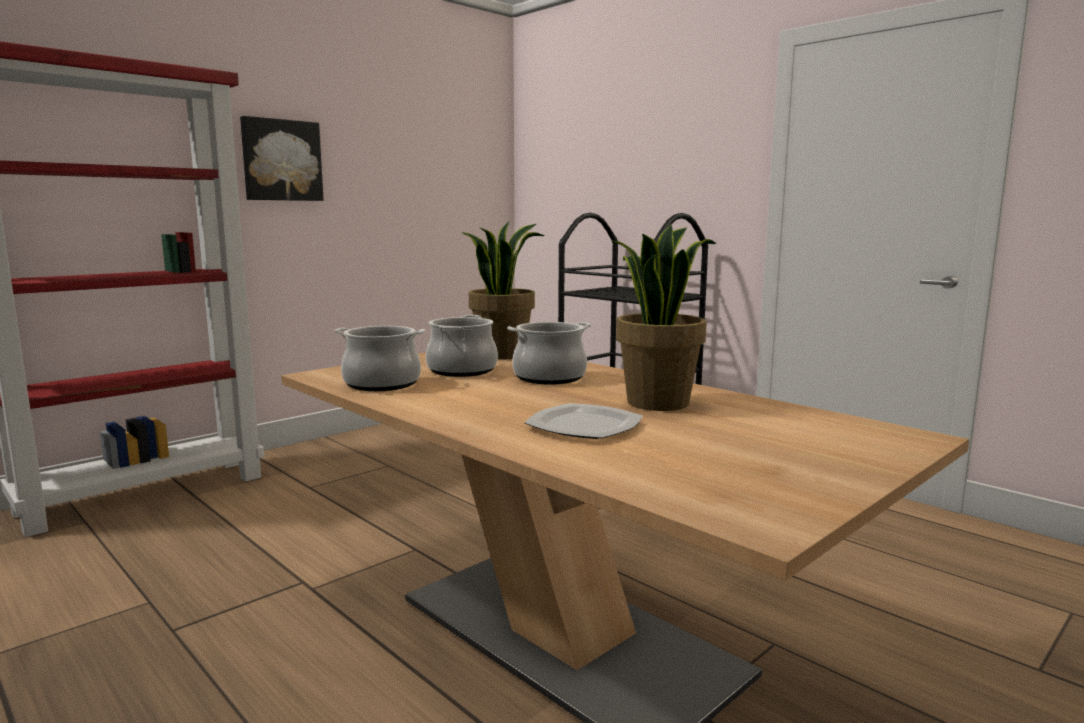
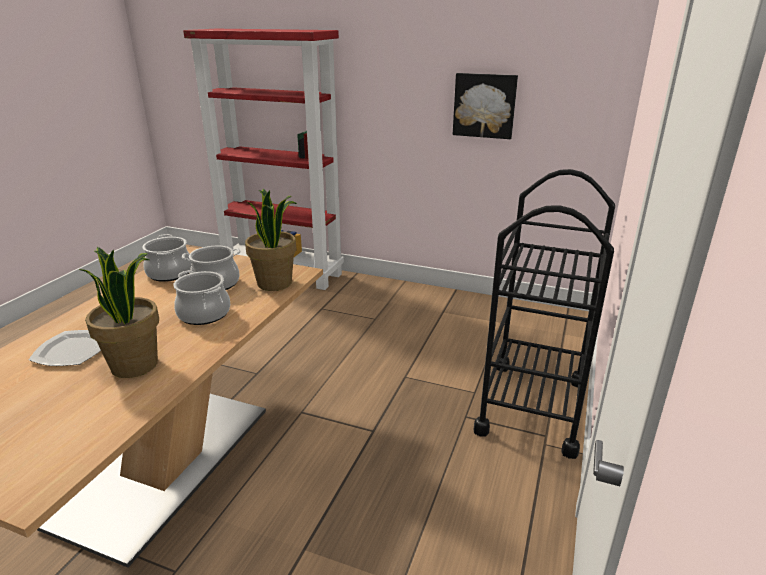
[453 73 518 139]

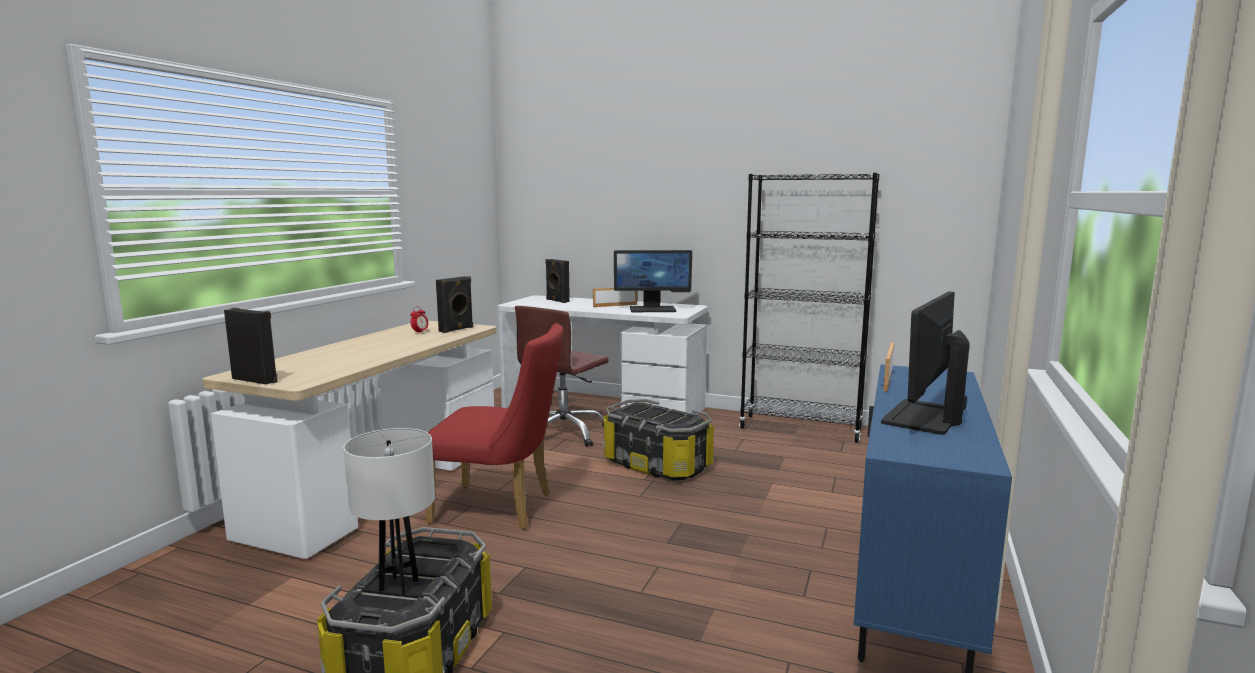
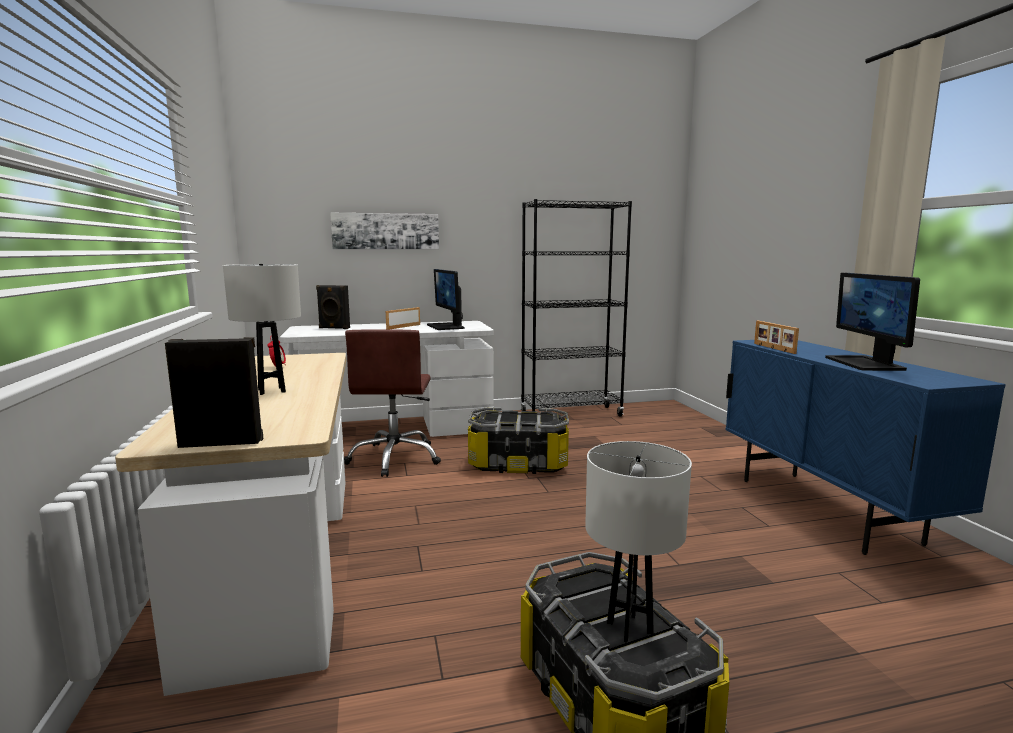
[426 323 563 530] (first image)
[436 276 473 333] (first image)
[427 269 465 330]
[223 264 301 395]
[330 213 439 249]

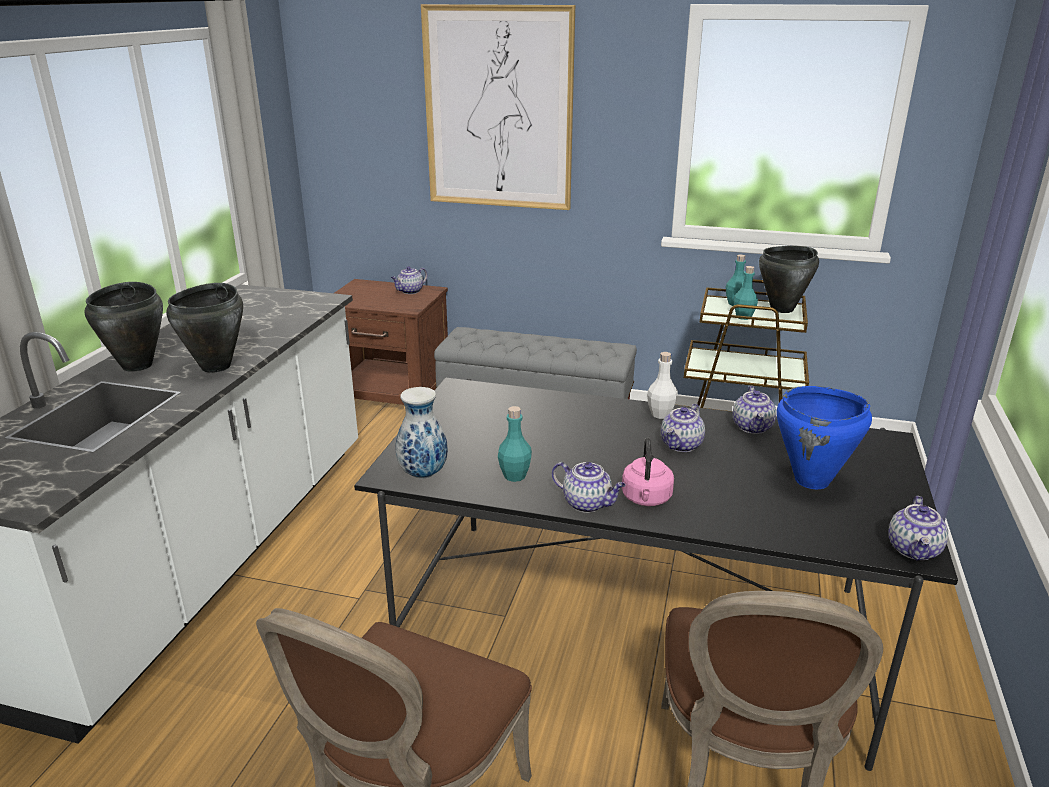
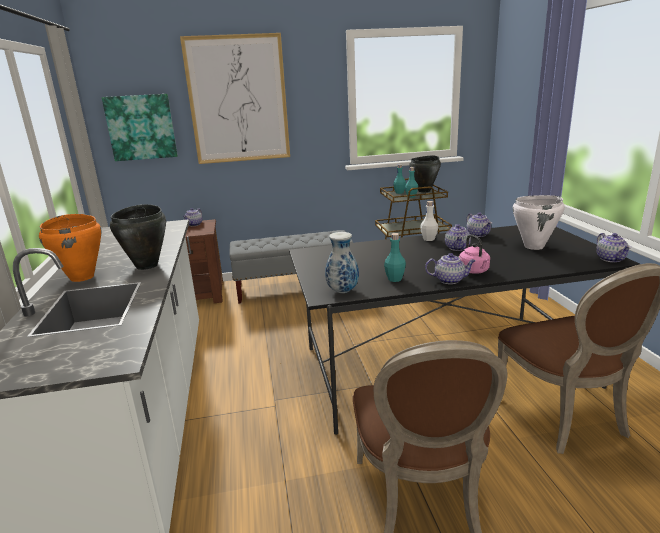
[39 214 101 282]
[513 195 565 250]
[102 94 178 161]

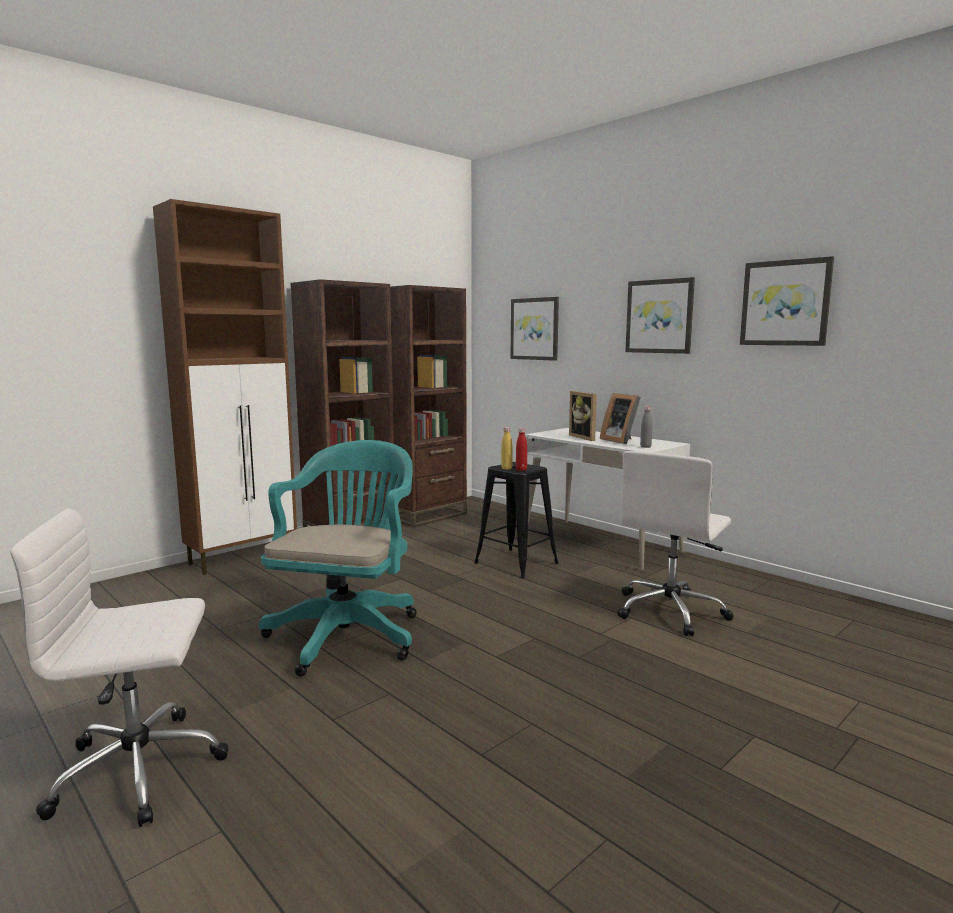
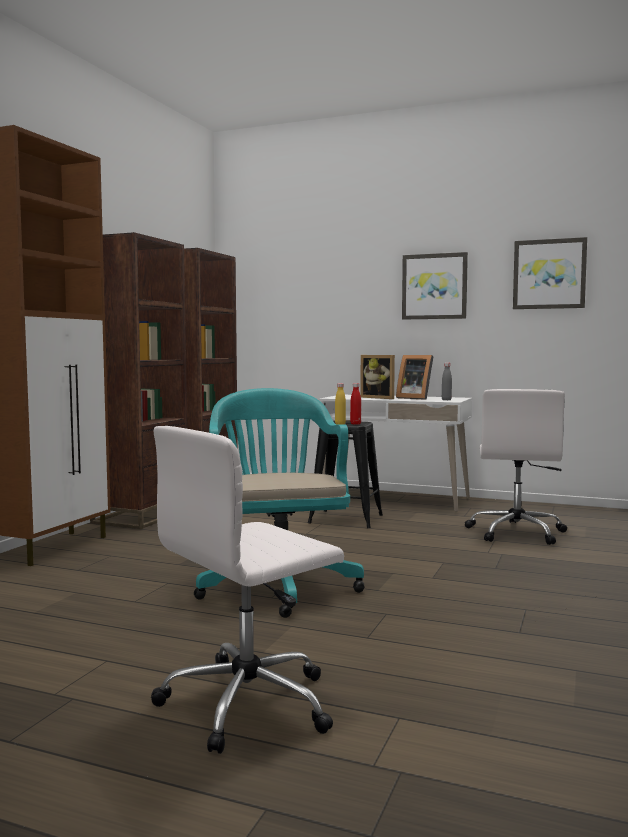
[511 297 559 361] (first image)

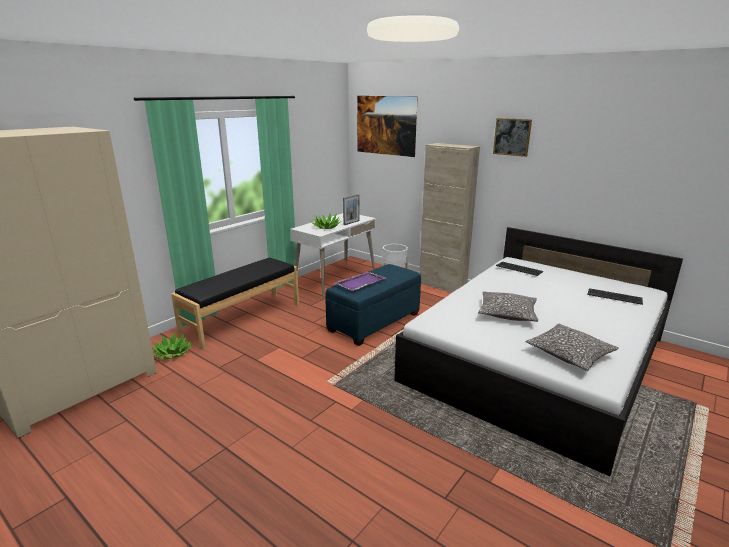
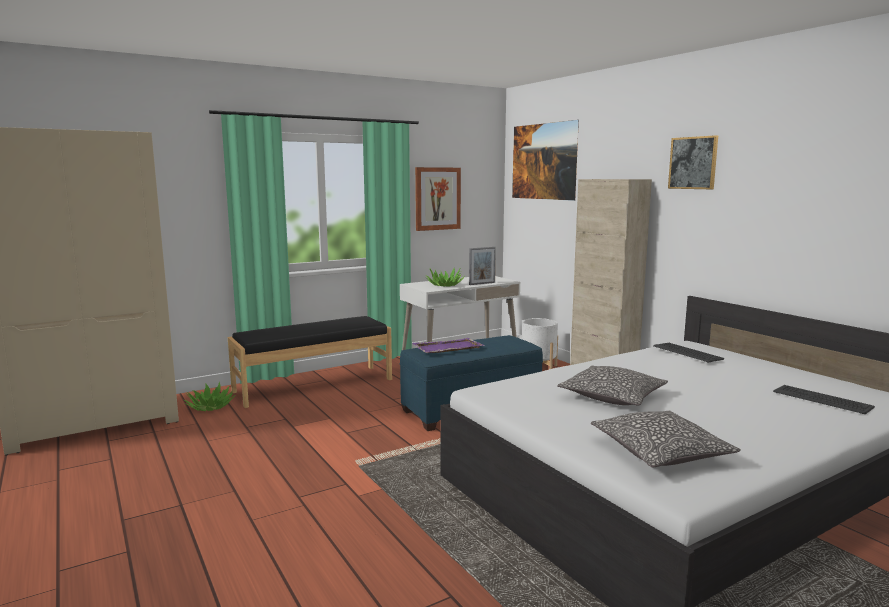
[415 167 461 231]

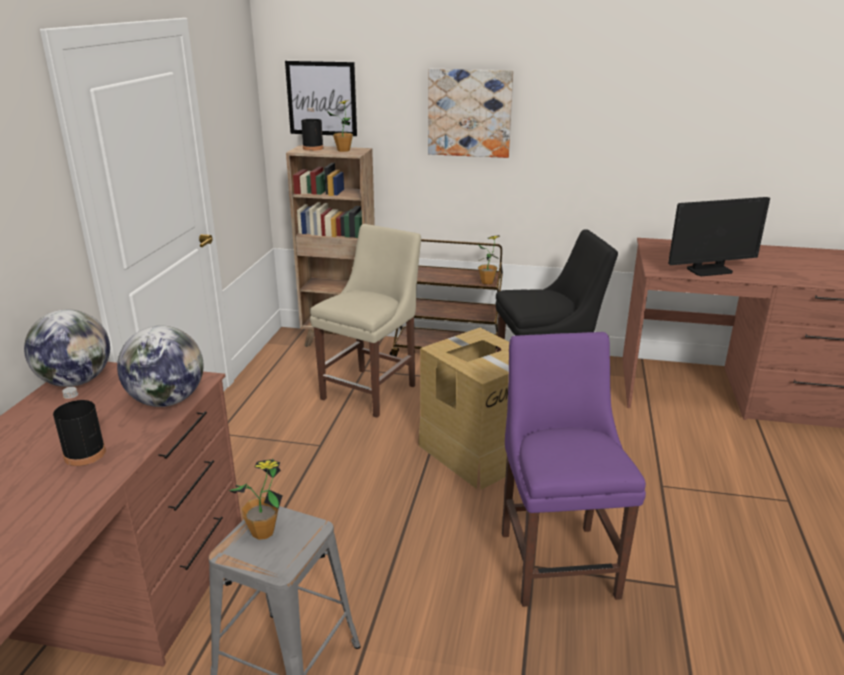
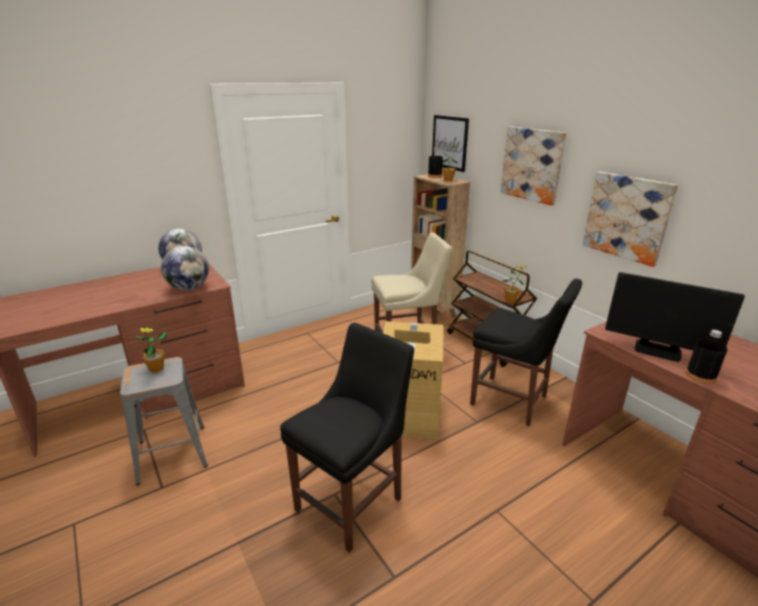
[685 330 728 384]
[280 323 414 553]
[583 172 678 267]

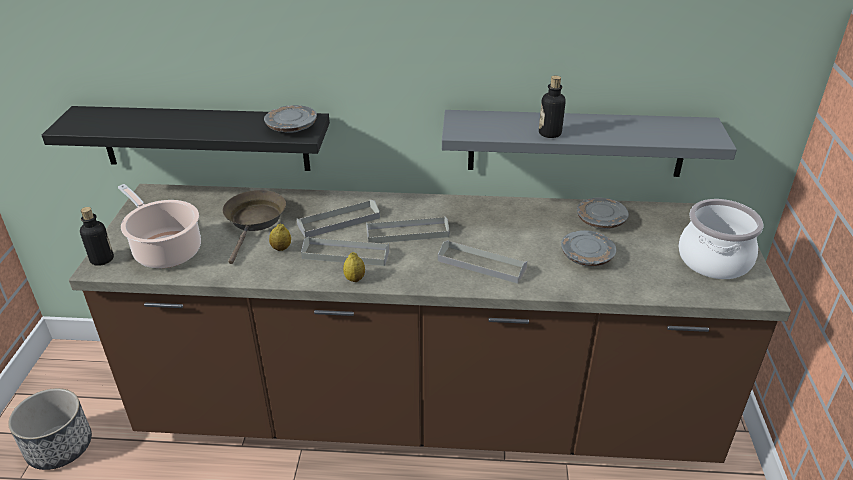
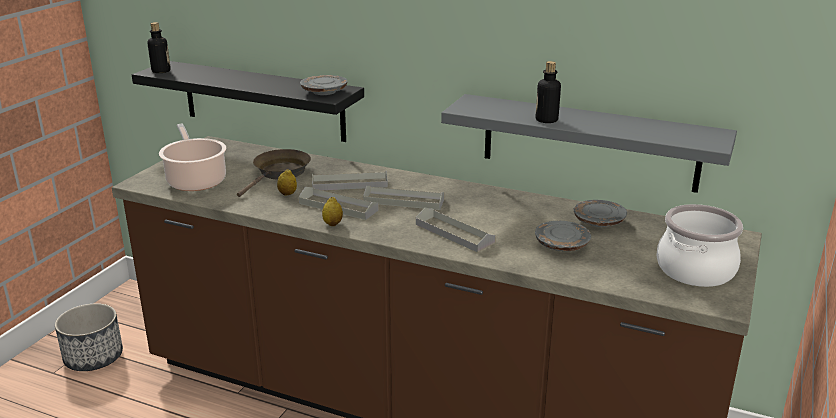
[147 22 171 73]

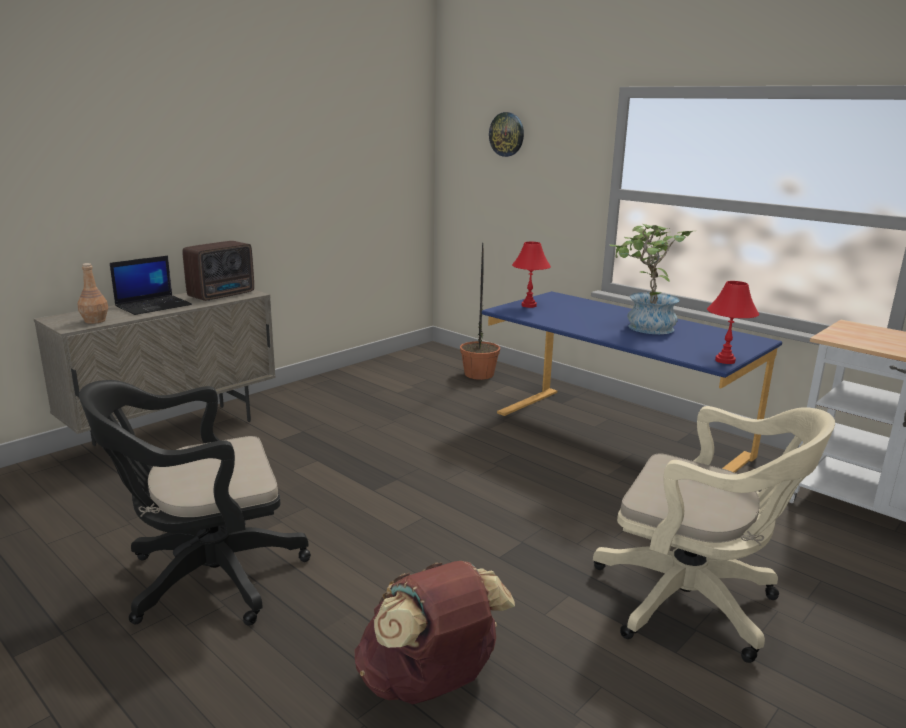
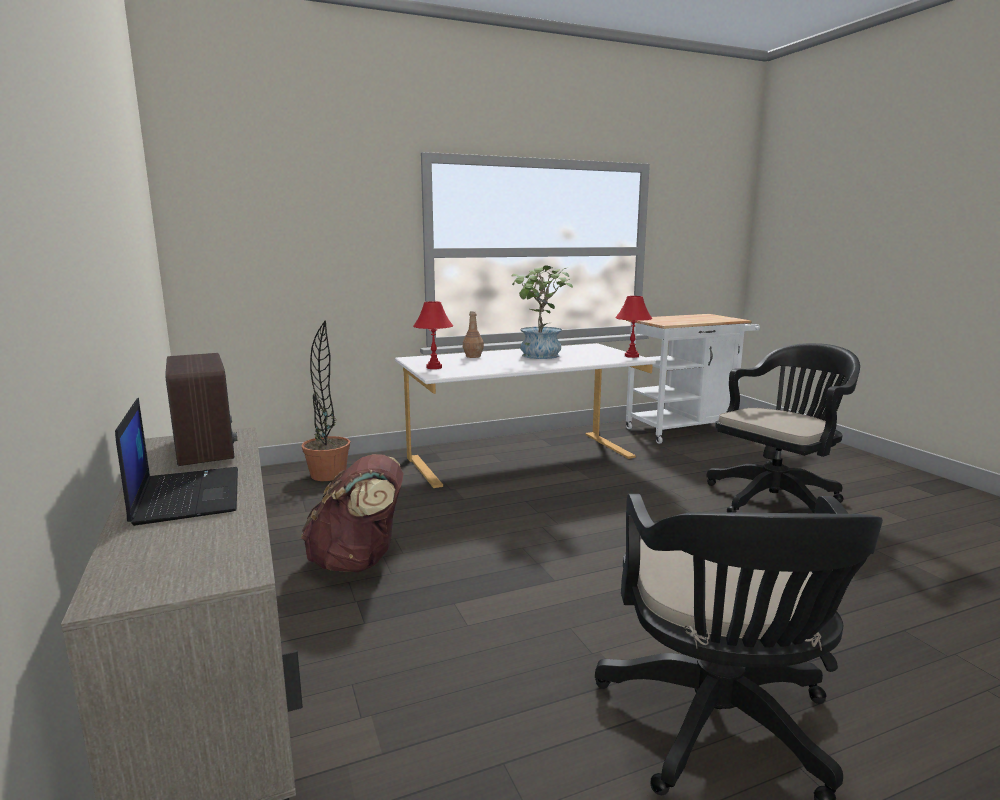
[463 311 484 358]
[301 454 403 572]
[395 343 656 488]
[489 112 524 157] (first image)
[706 343 860 513]

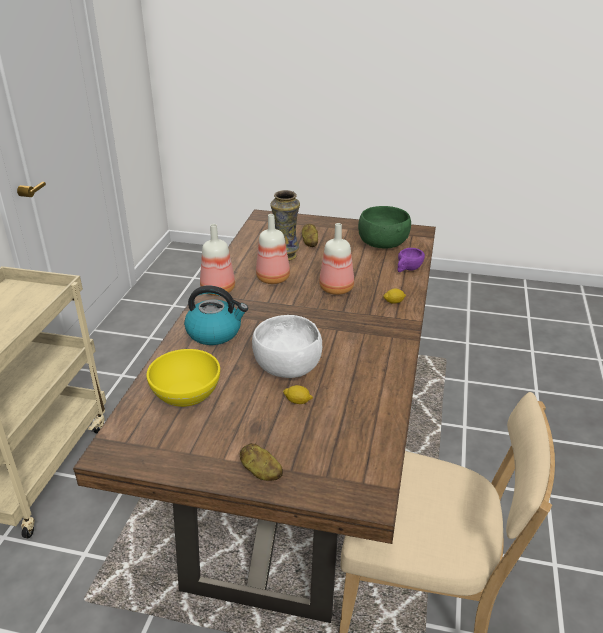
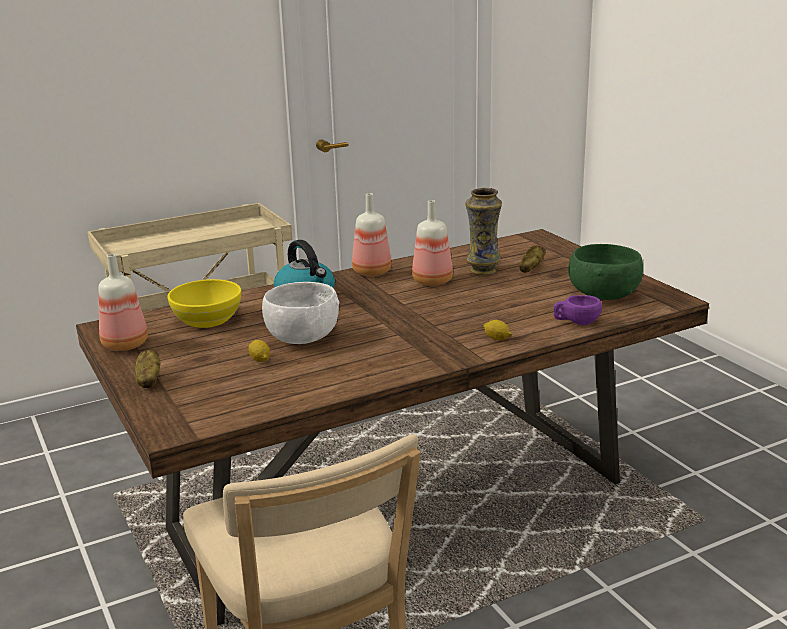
[98 254 148 351]

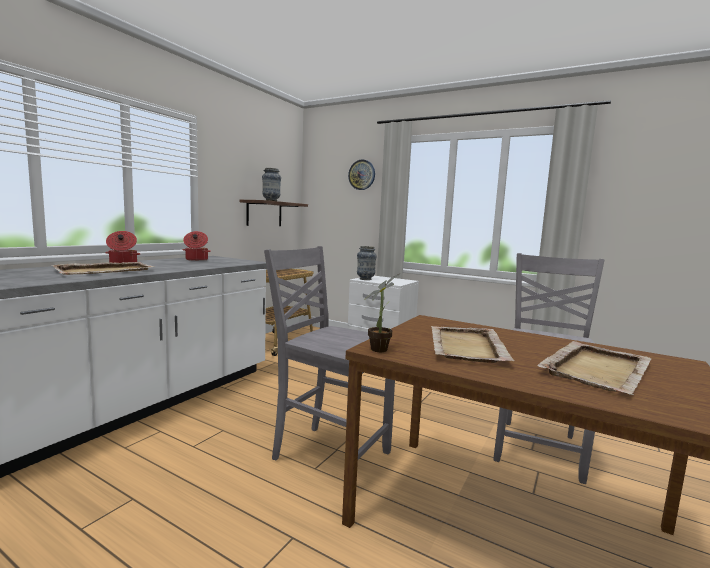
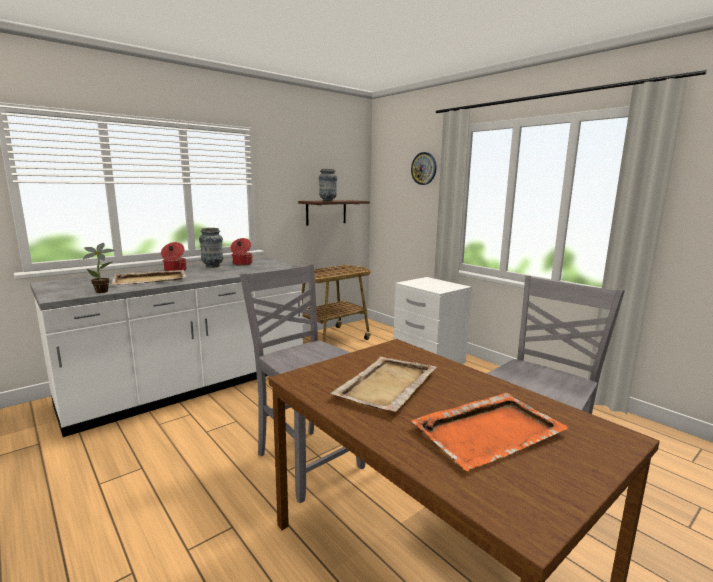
[199 228 223 268]
[83 243 115 293]
[411 393 569 471]

